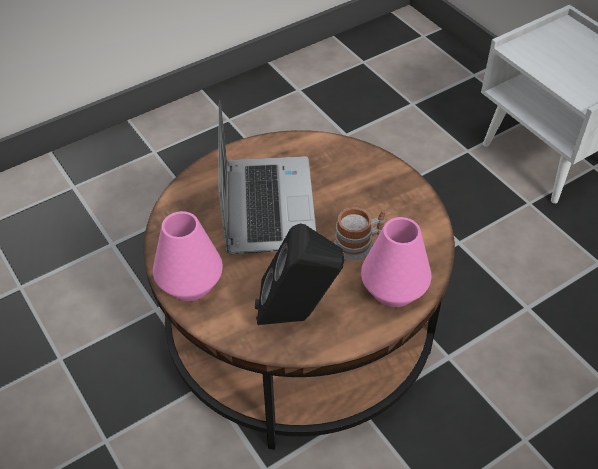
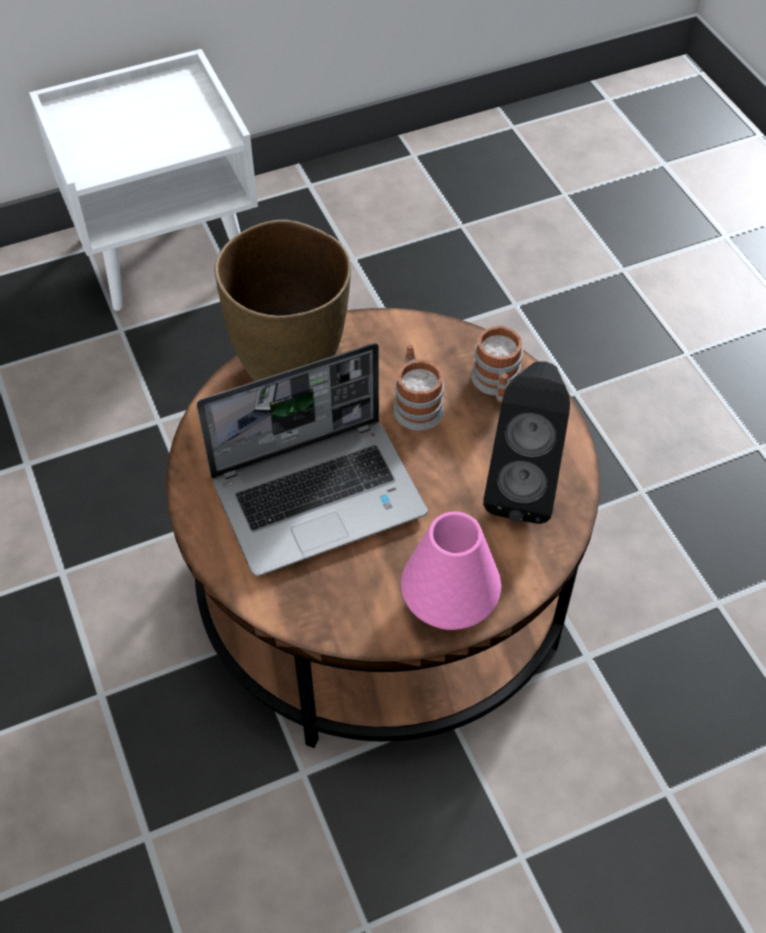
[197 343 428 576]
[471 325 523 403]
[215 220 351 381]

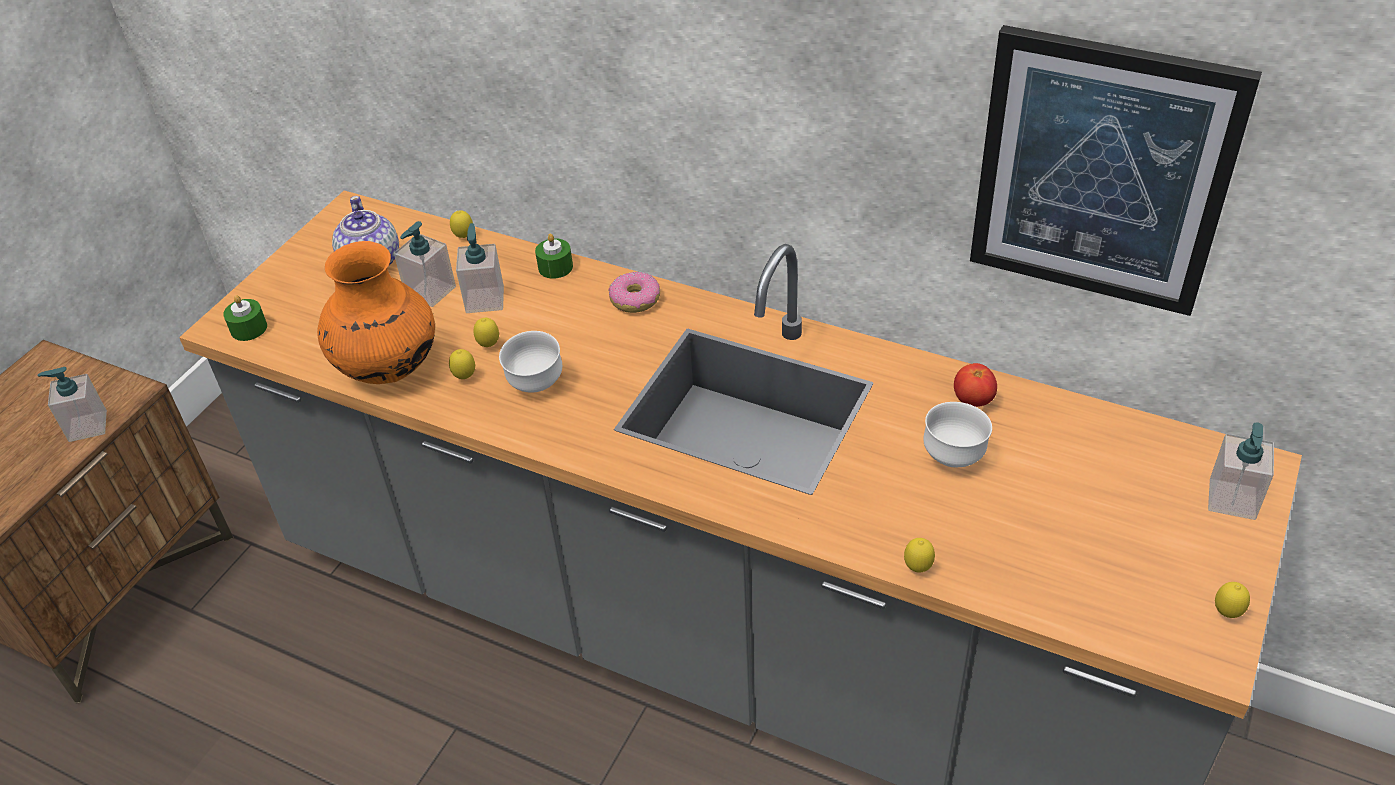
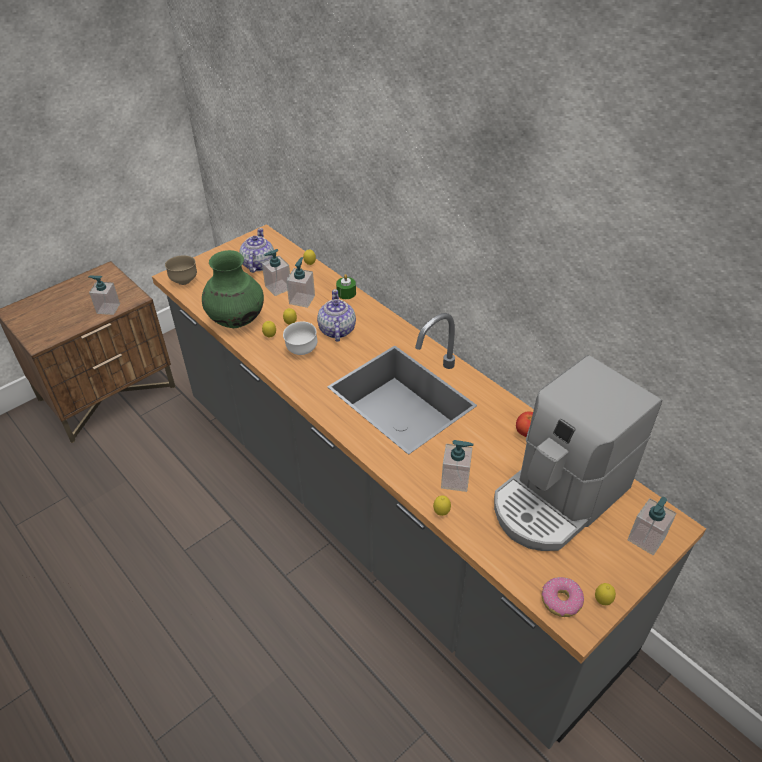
[165 255 197 285]
[202 250 264 328]
[542 577 584 617]
[923 402 992 467] (first image)
[970 25 1262 316] (first image)
[317 289 356 342]
[441 440 473 492]
[494 355 662 551]

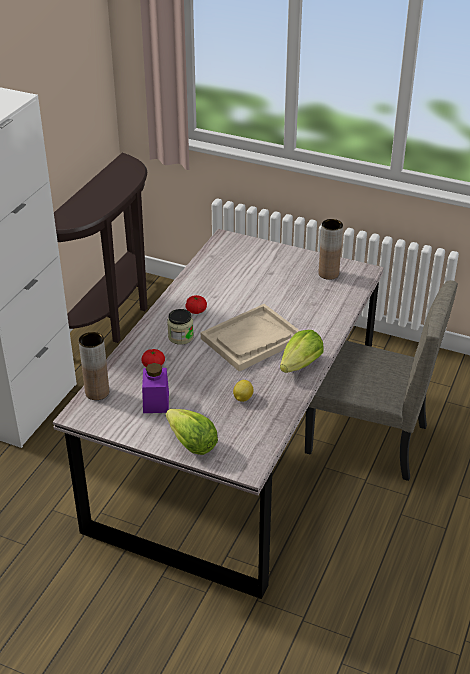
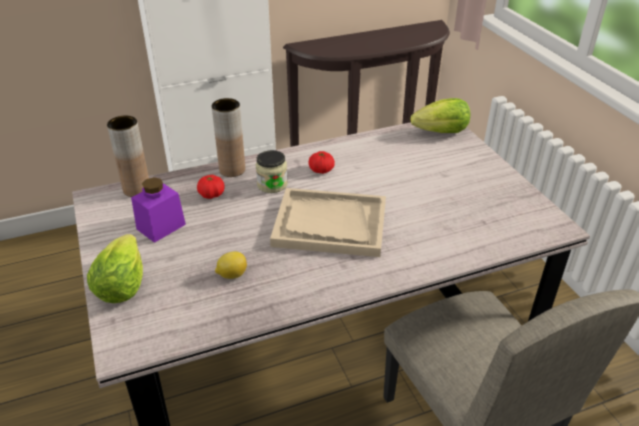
[411 98 470 133]
[212 98 245 177]

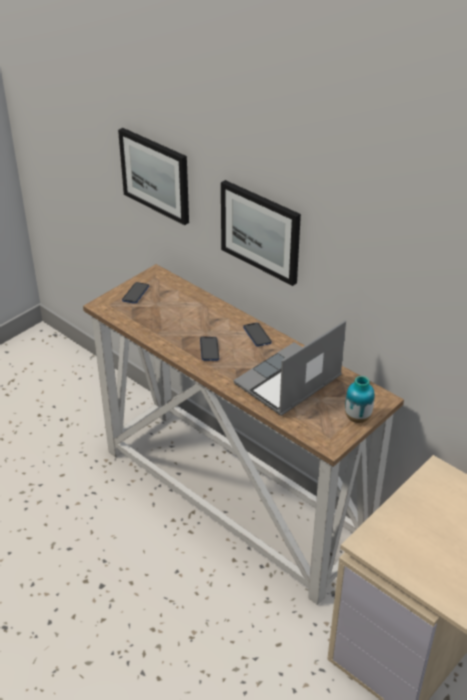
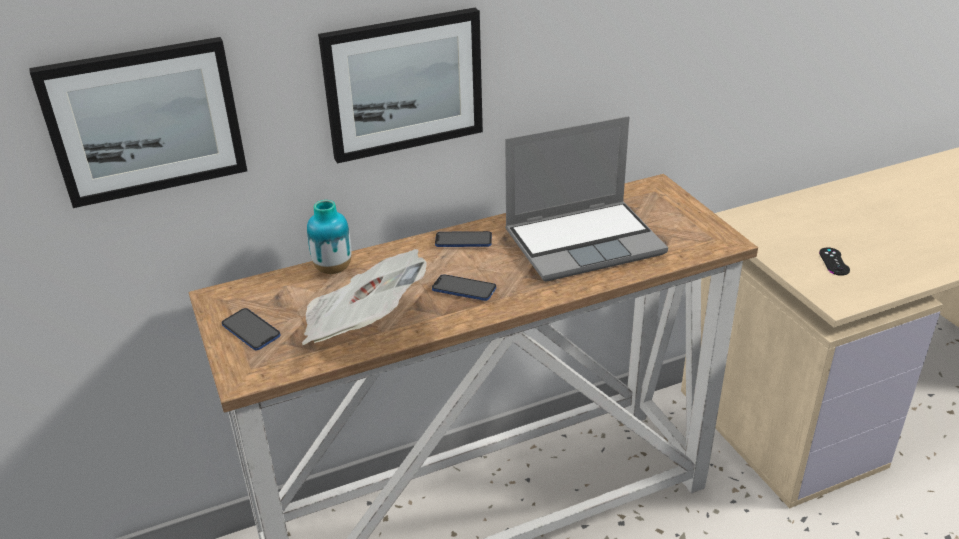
[505 116 668 282]
[307 200 352 274]
[302 249 427 345]
[819 247 850 276]

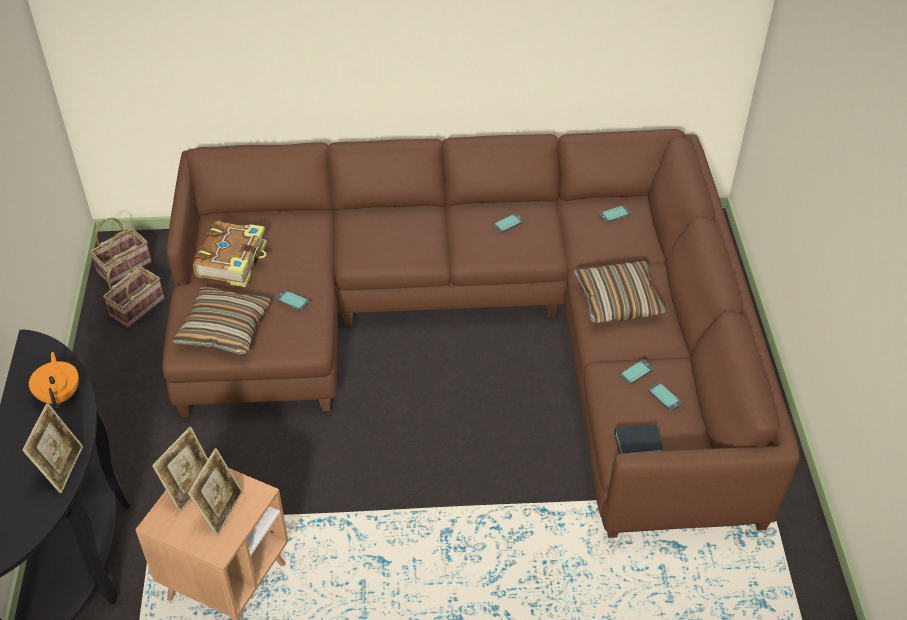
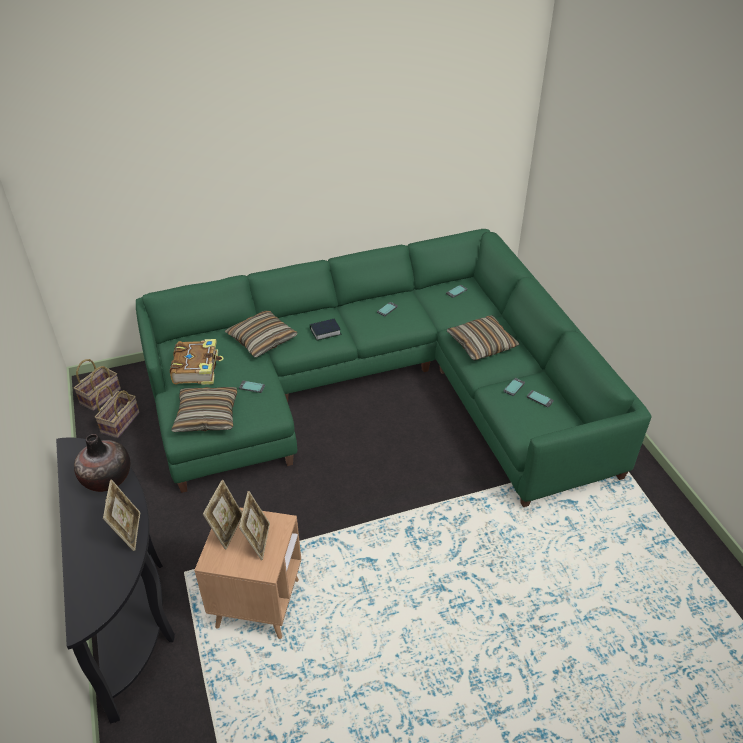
[74 434 130 492]
[136 229 651 507]
[310 318 342 341]
[225 311 298 357]

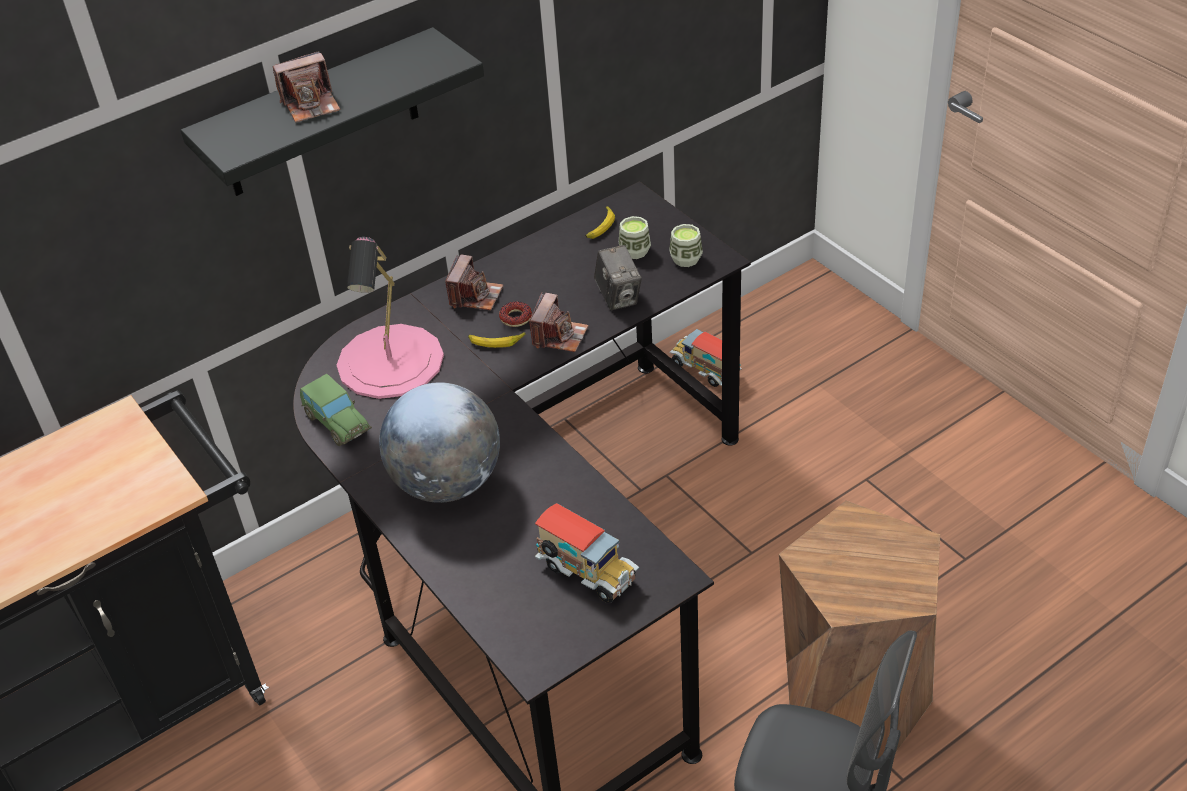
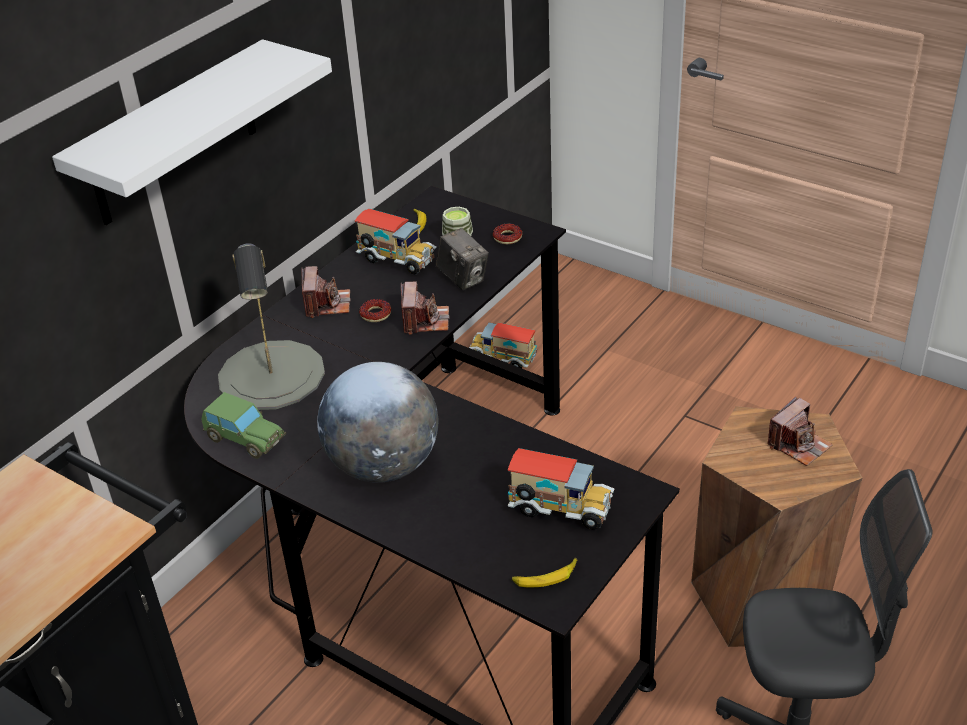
[52 39 332 225]
[767 397 833 466]
[218 243 325 410]
[512 557 578 587]
[493 223 522 244]
[355 209 437 275]

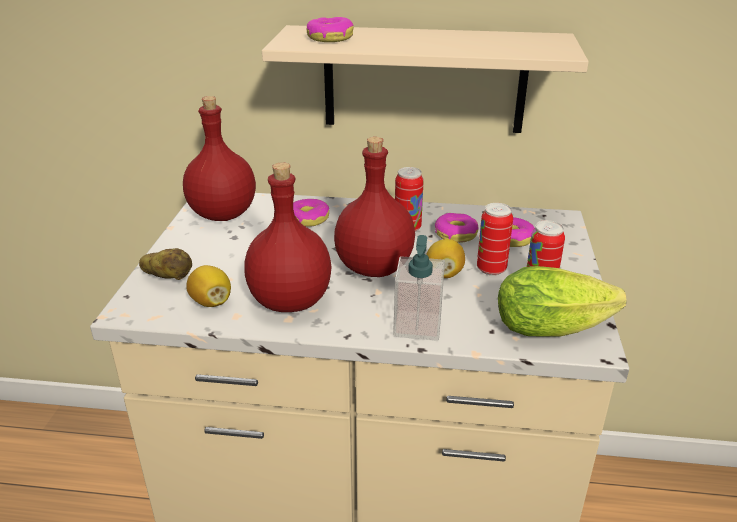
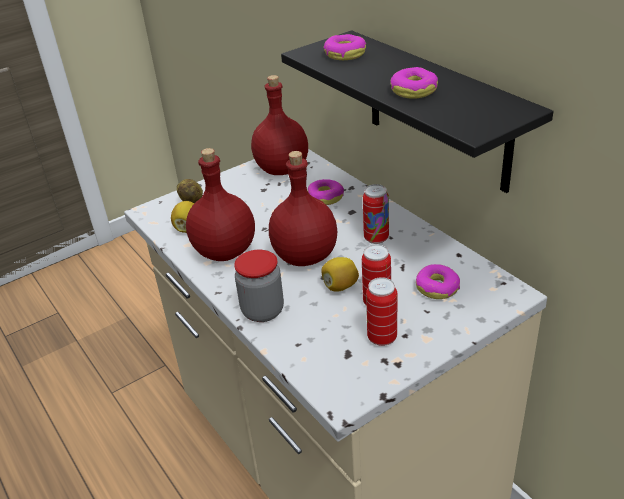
[281 30 554 193]
[234 250 284 322]
[390 67 438 99]
[498 266 627 337] (first image)

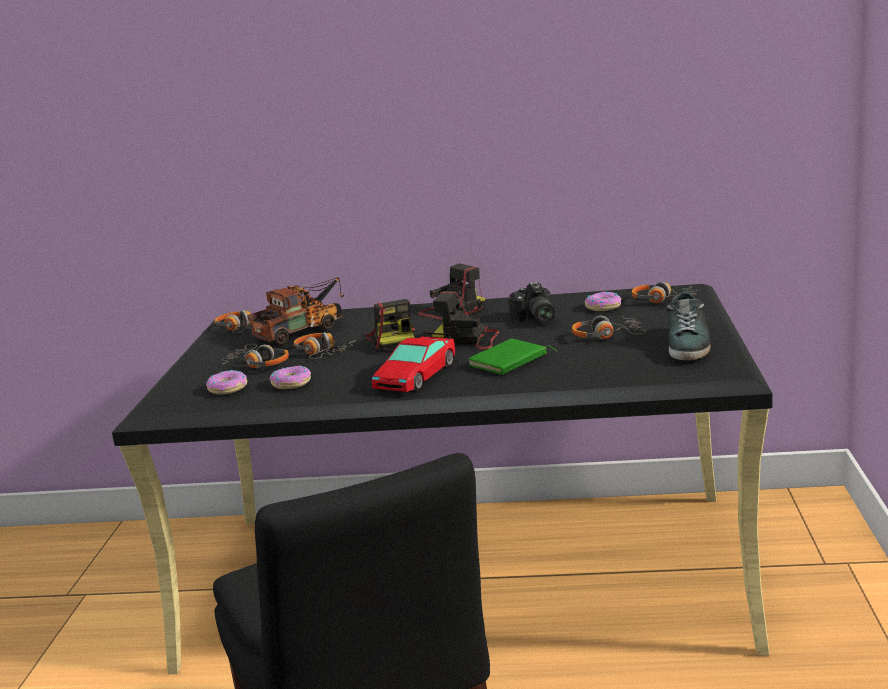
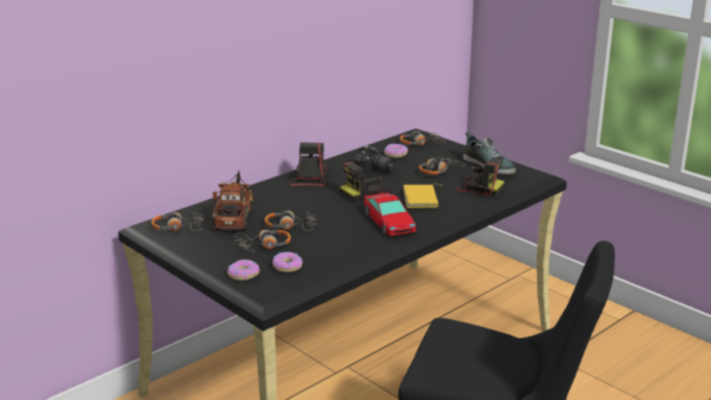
[227 259 260 281]
[457 157 505 196]
[403 183 442 208]

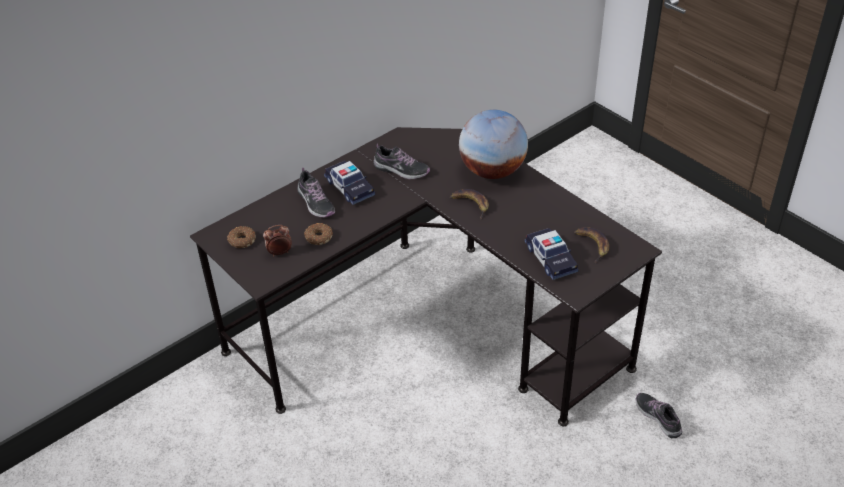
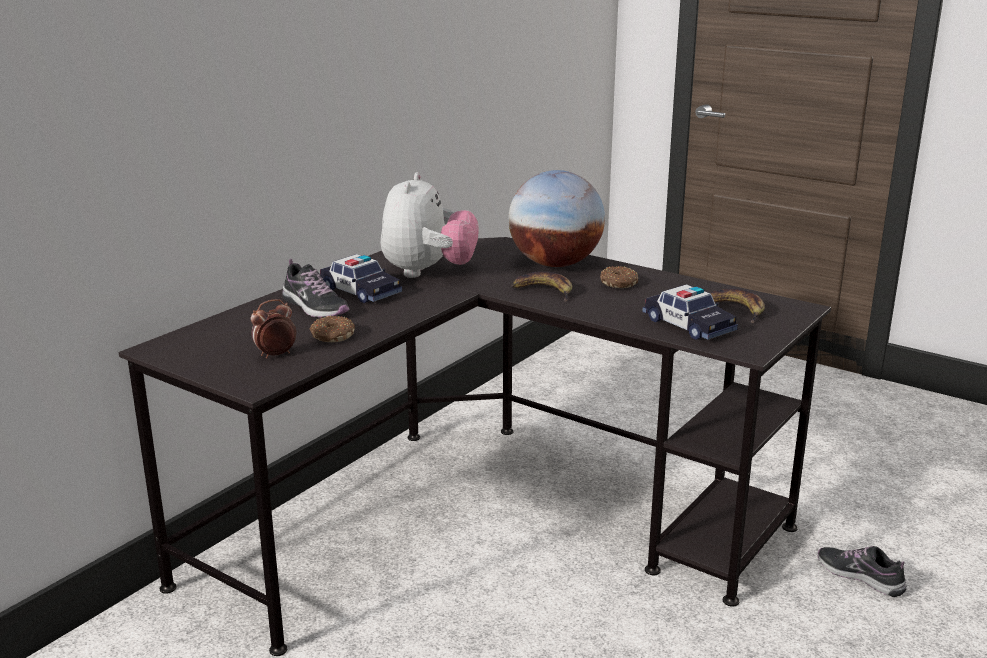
[600 266 638 288]
[381 172 479 278]

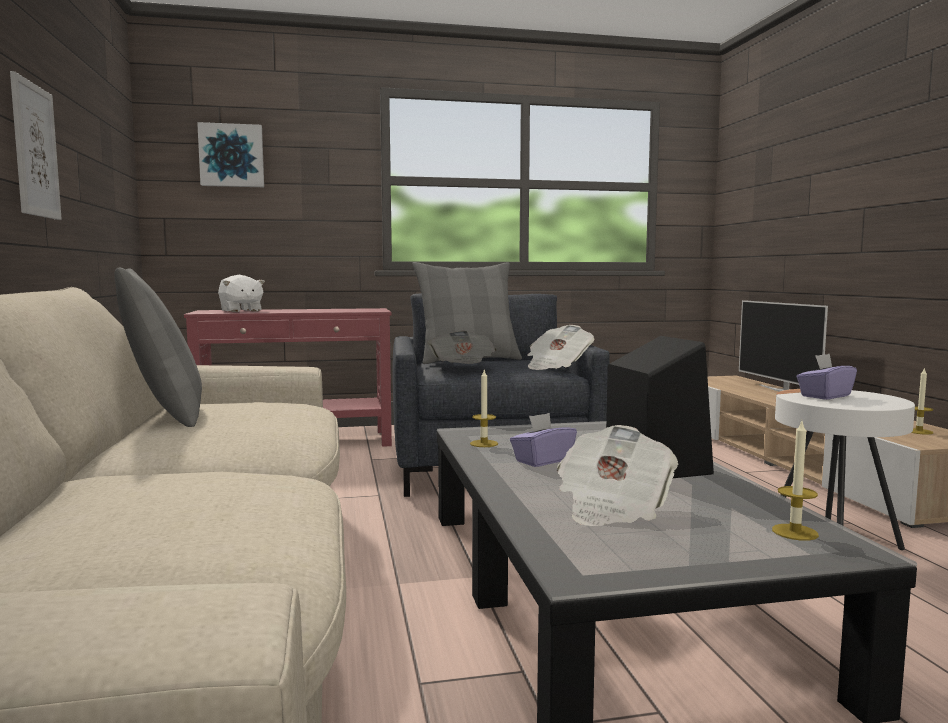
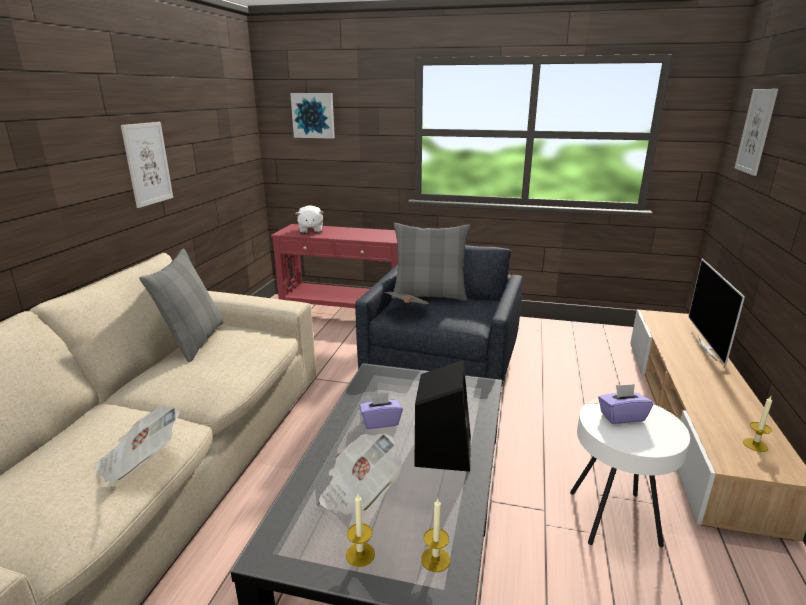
[346 494 375 567]
[94 406 180 486]
[735 89 778 176]

